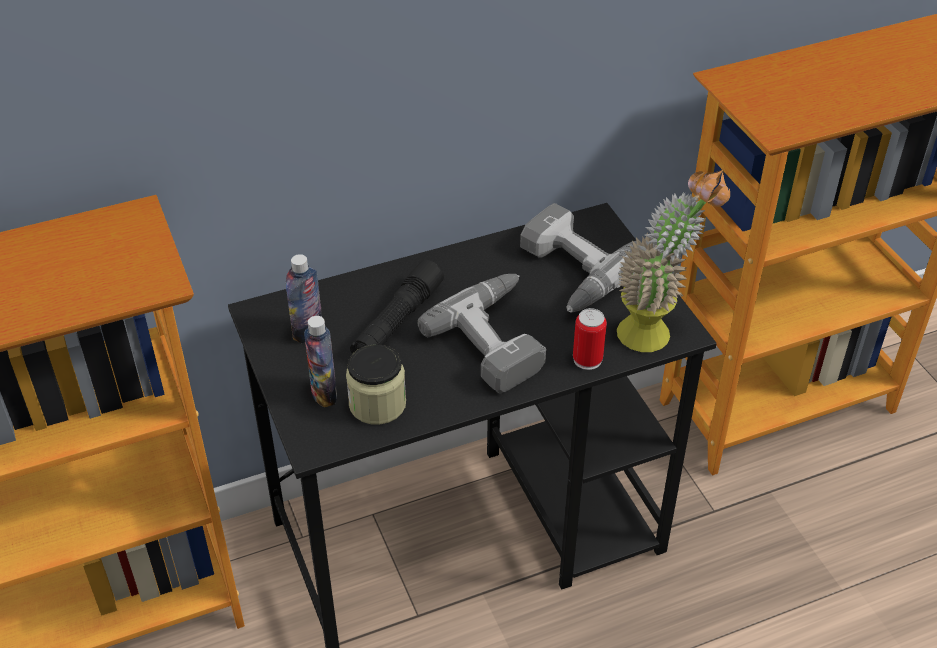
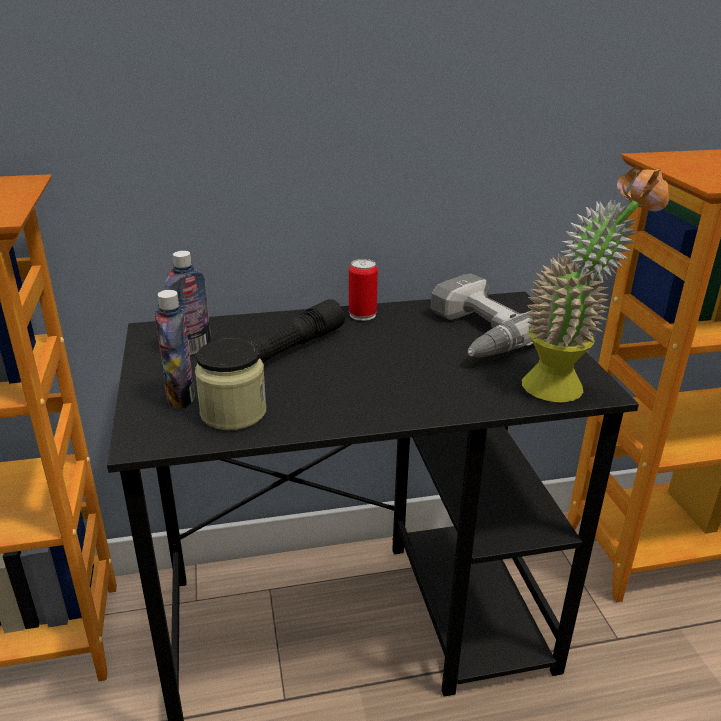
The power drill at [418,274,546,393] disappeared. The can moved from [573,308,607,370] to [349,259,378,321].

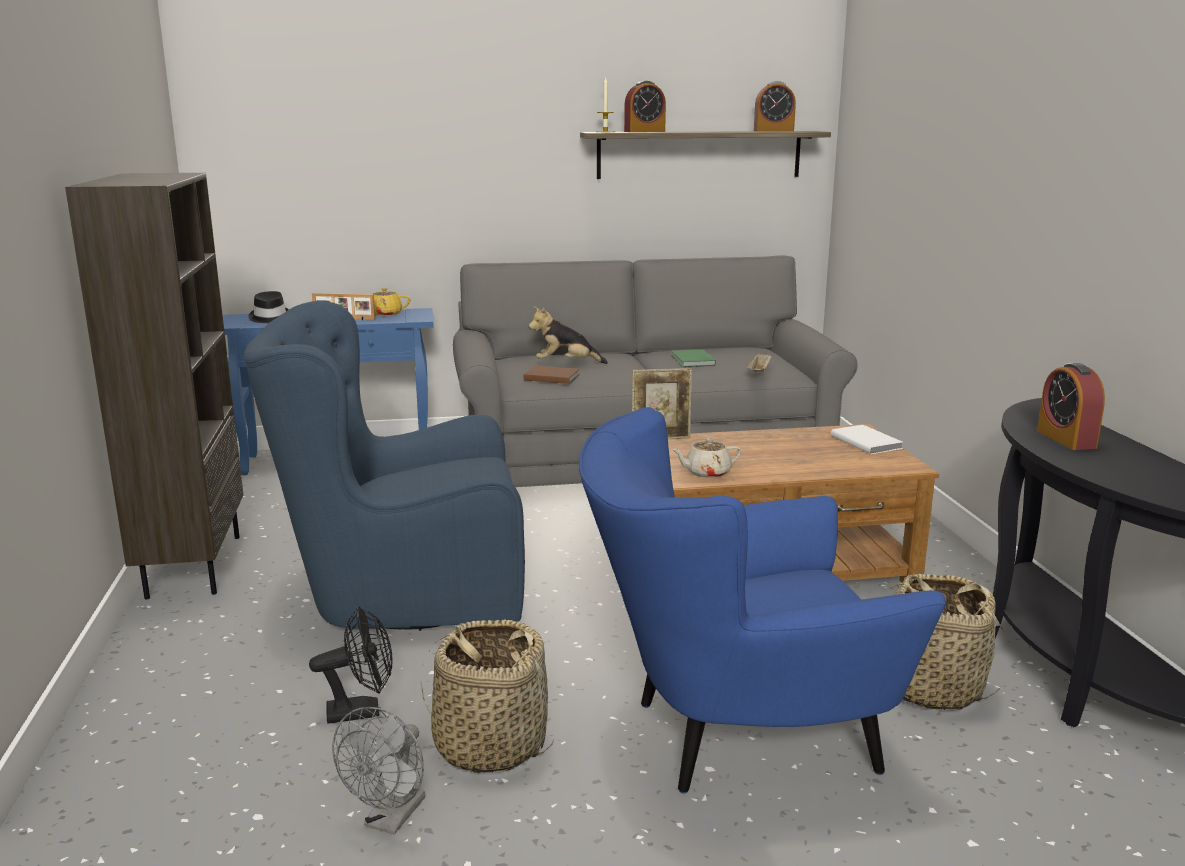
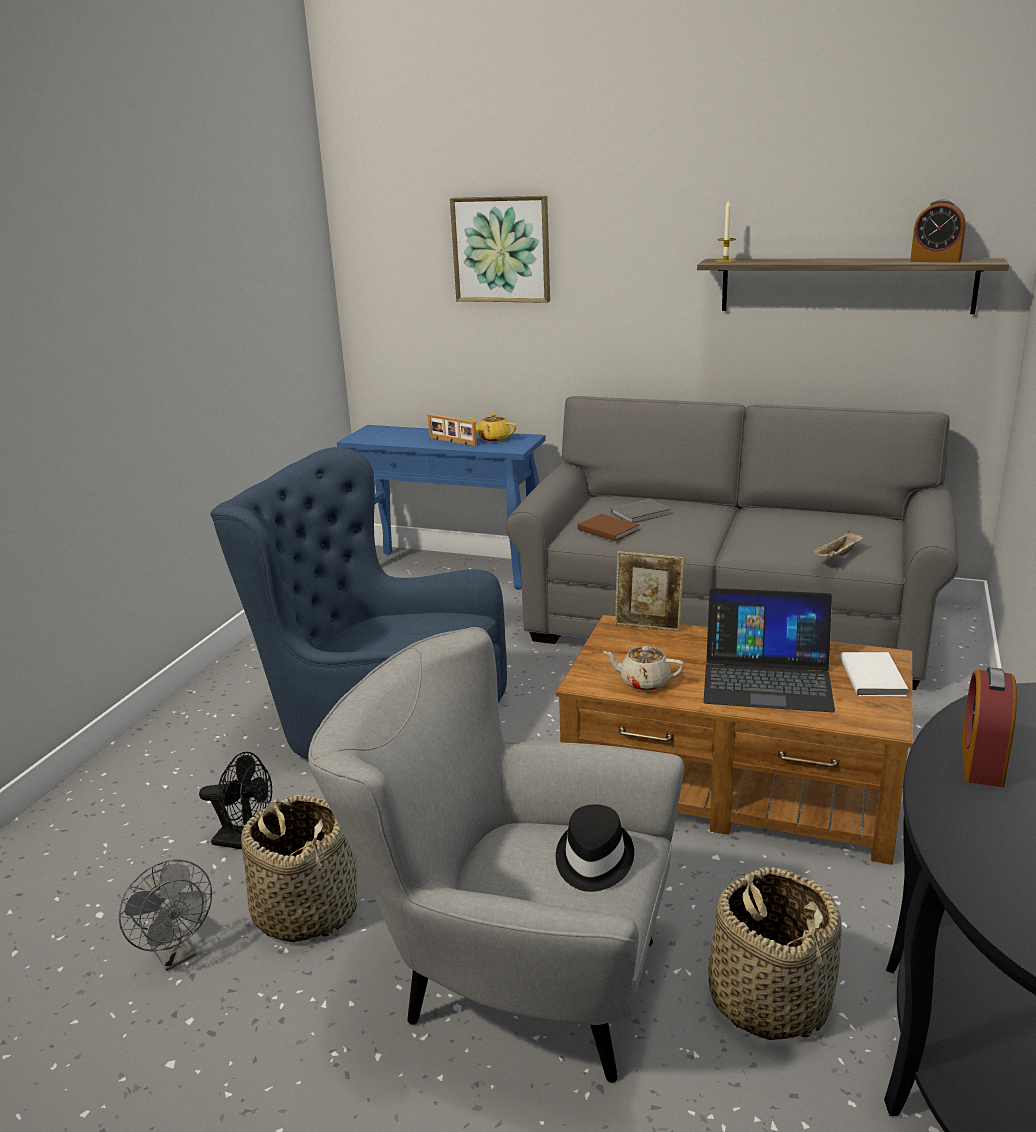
The alarm clock at [624,81,666,132] disappeared. The brown bookcase at [65,173,244,600] disappeared. The black hat moved from [249,291,289,323] to [556,804,634,892]. The plush toy at [529,307,608,364] was replaced by the grey book at [611,499,671,523]. The green book at [671,350,716,367] disappeared. The blue armchair at [579,407,946,794] became the grey armchair at [308,627,684,1083]. The grey fan at [332,707,425,835] turned 90 degrees counterclockwise. The picture at [450,196,550,303] appeared. The laptop at [704,588,835,712] appeared.

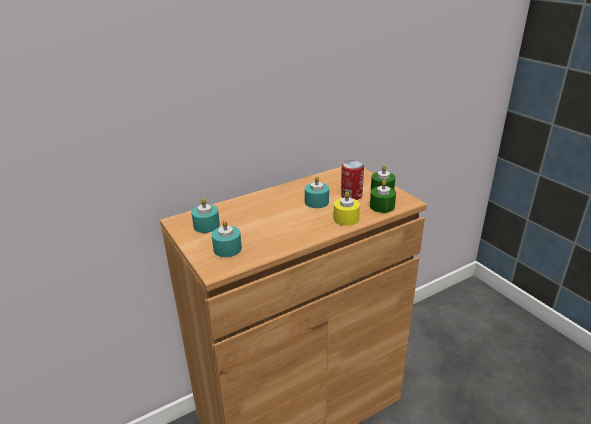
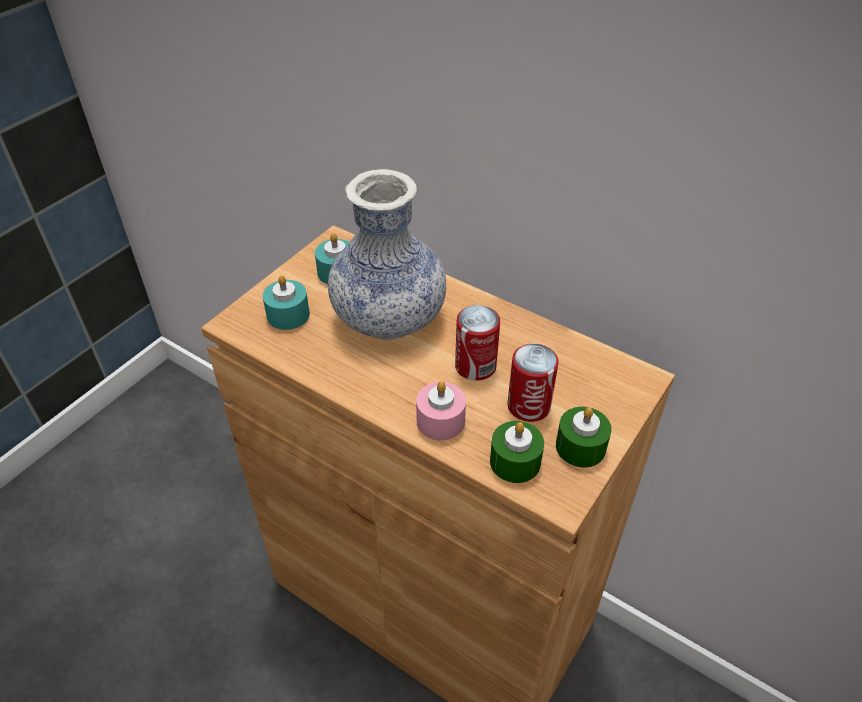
The turquoise candle at [305,176,329,208] was replaced by the can at [455,305,500,381]. The yellow candle at [333,191,360,226] became the pink candle at [416,381,466,441]. The vase at [328,169,446,340] appeared.

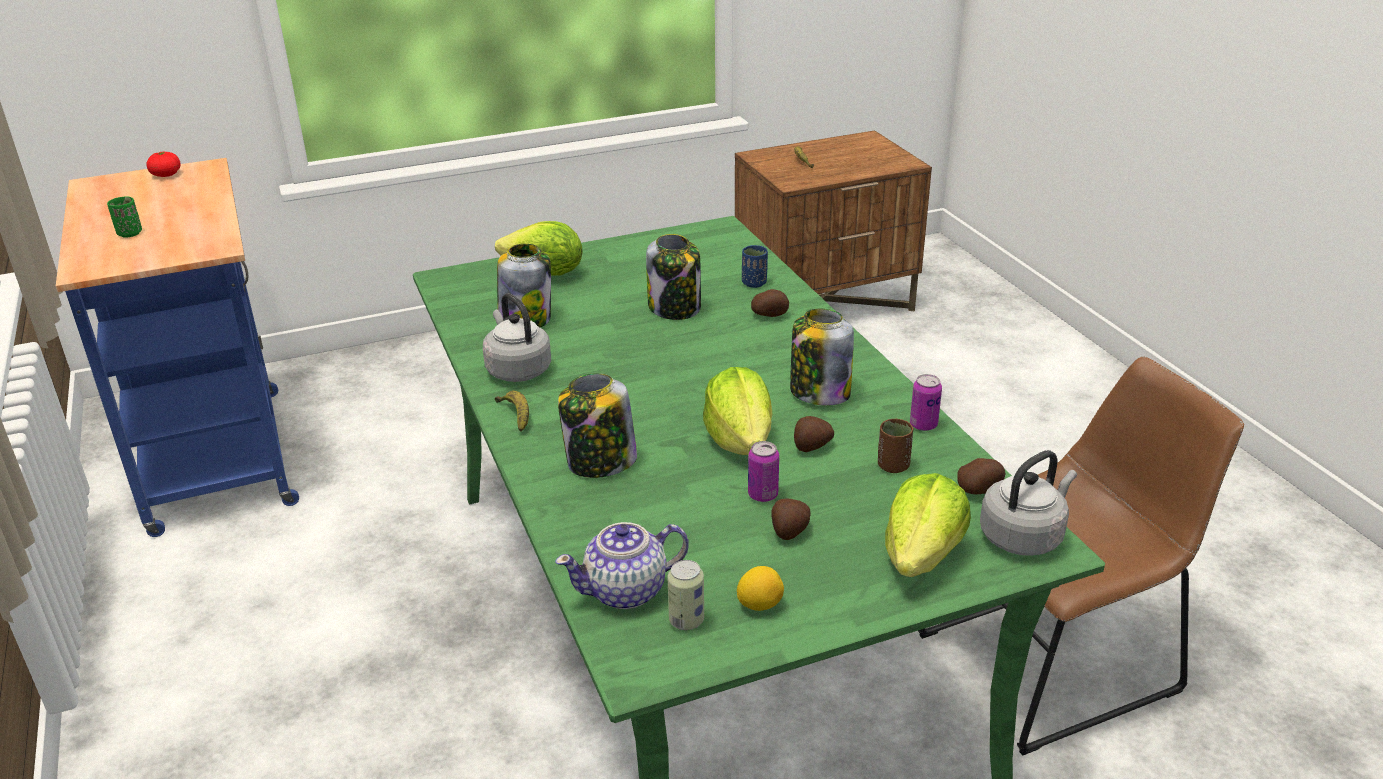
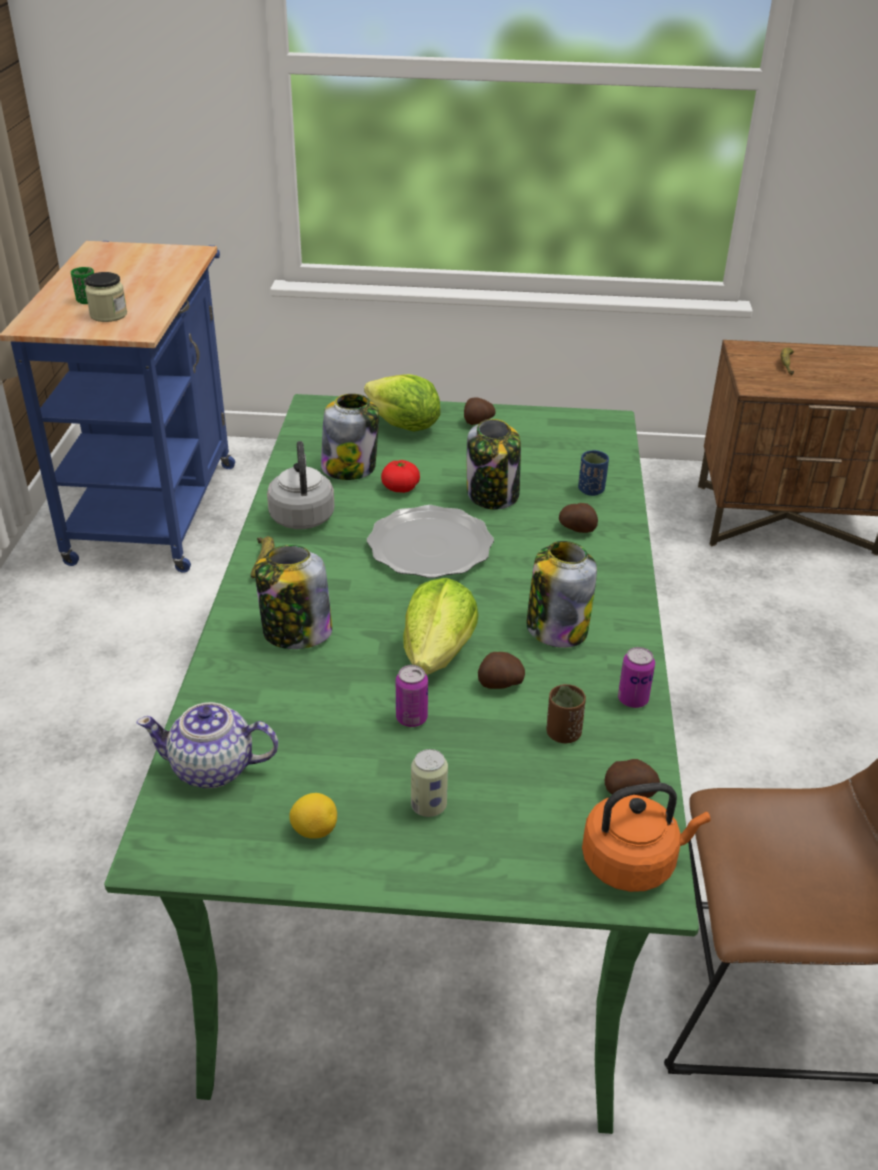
The tomato moved from [146,151,181,177] to [381,460,420,493]. The grey kettle at [980,450,1077,556] became the orange kettle at [582,782,711,892]. The lettuce at [885,473,971,577] disappeared. The potato moved from [771,498,811,540] to [464,397,495,425]. The can moved from [668,560,704,630] to [411,749,448,817]. The jar at [85,272,127,322] appeared. The plate at [367,505,494,578] appeared.

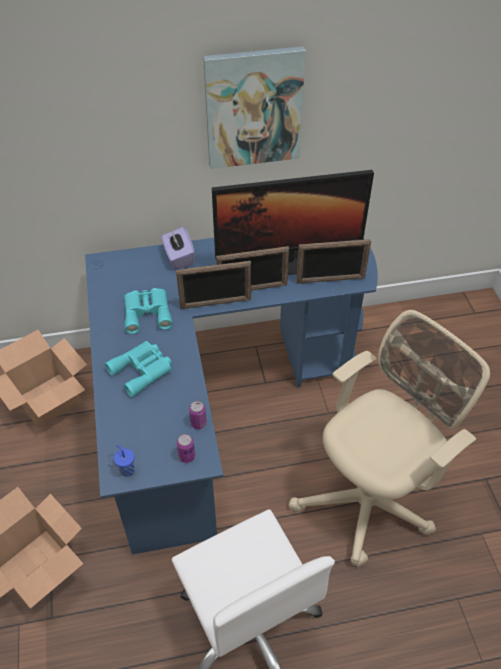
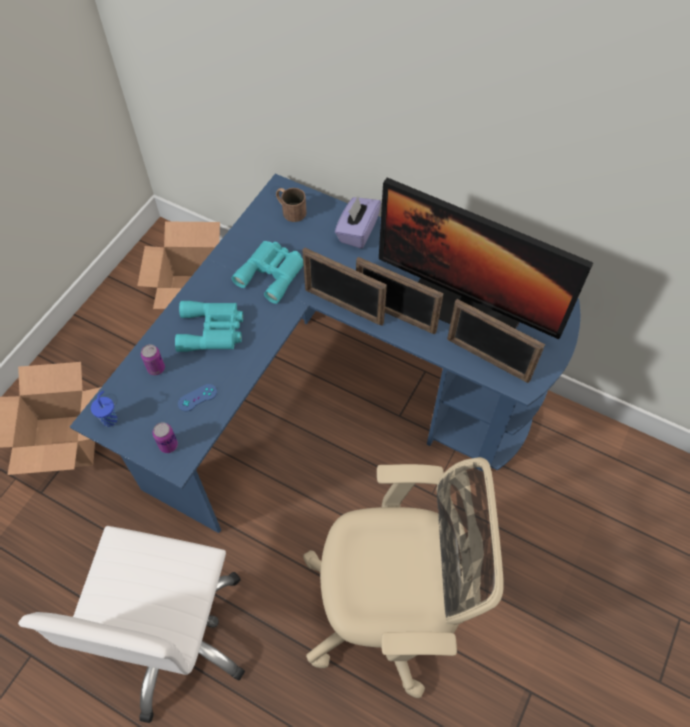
The picture at [203,46,306,169] disappeared. The can moved from [189,401,207,429] to [141,344,165,375]. The brown mug at [276,188,307,222] appeared. The blue game controller at [178,384,217,411] appeared.

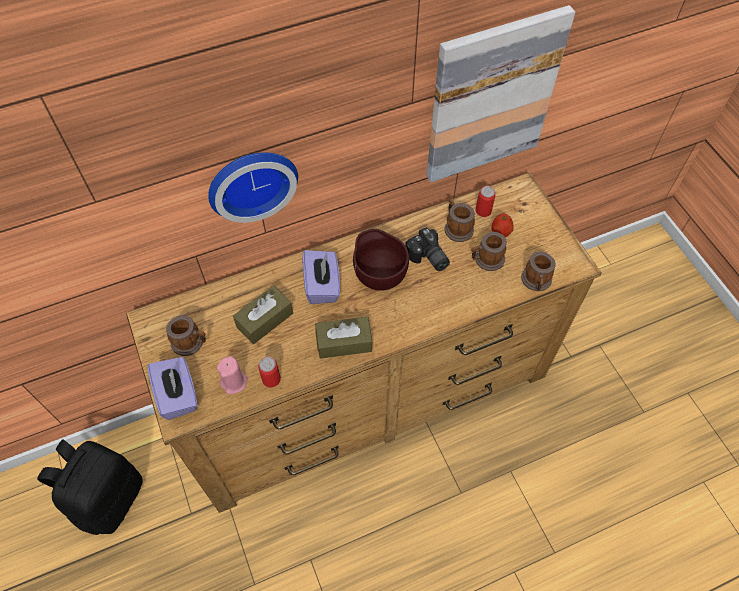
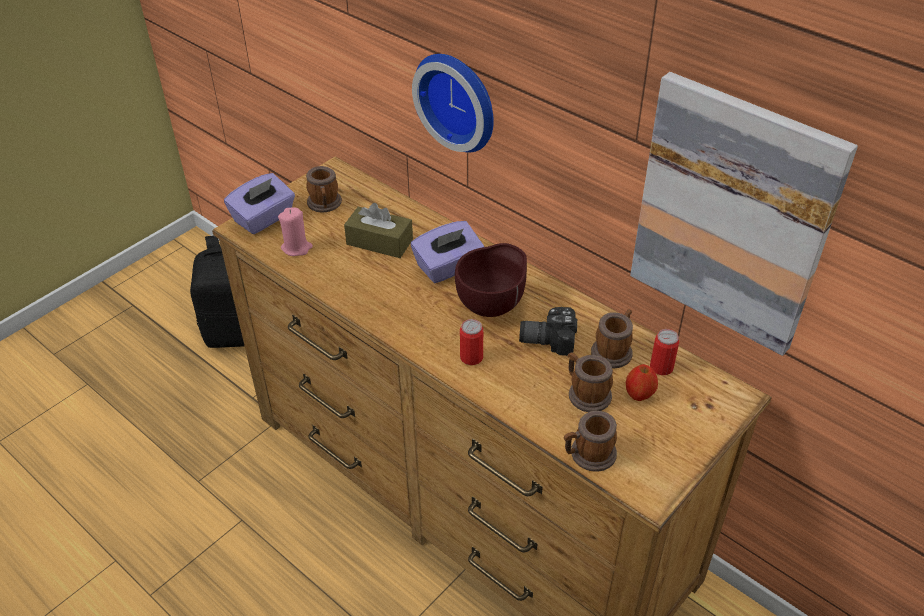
The photo camera at [405,227,450,271] turned 60 degrees clockwise. The brown tissue box at [315,317,372,359] disappeared. The can moved from [258,357,281,388] to [460,319,483,365].

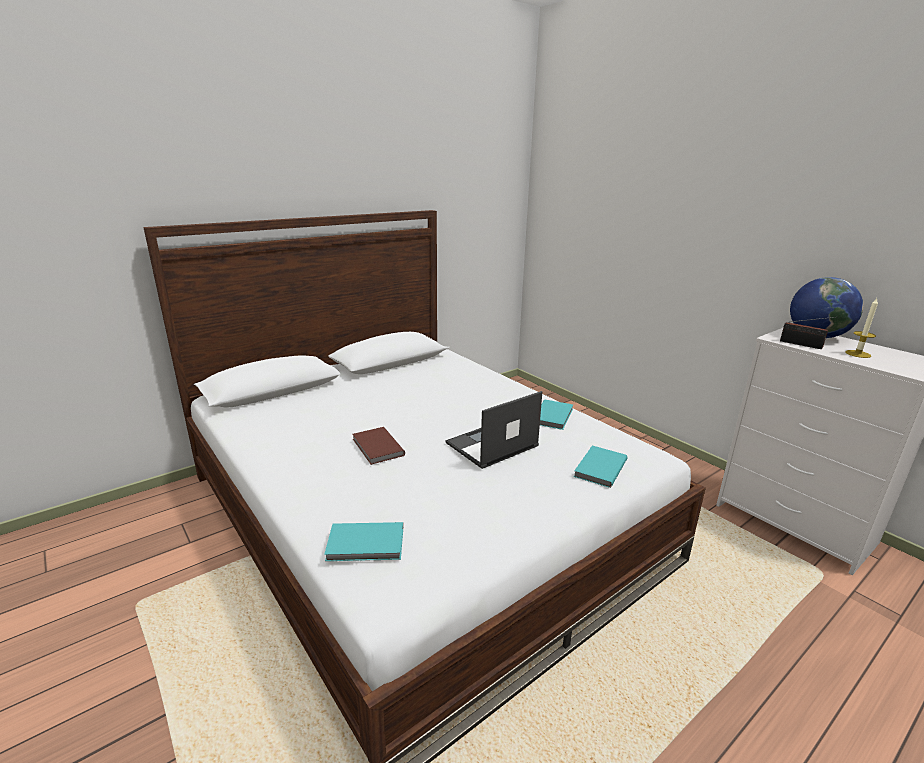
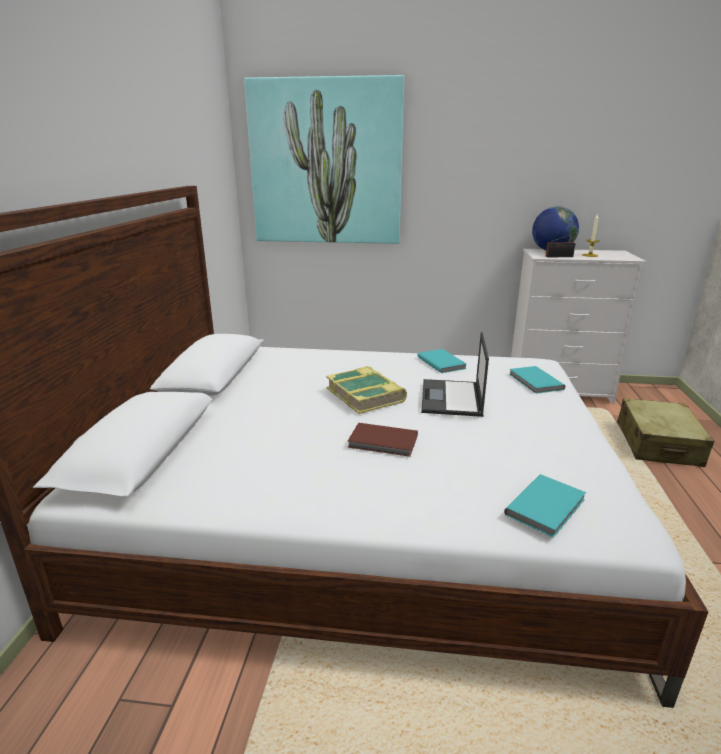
The picture at [244,75,404,244] appeared. The book at [326,366,407,414] appeared. The beige suitcase at [617,398,714,467] appeared.

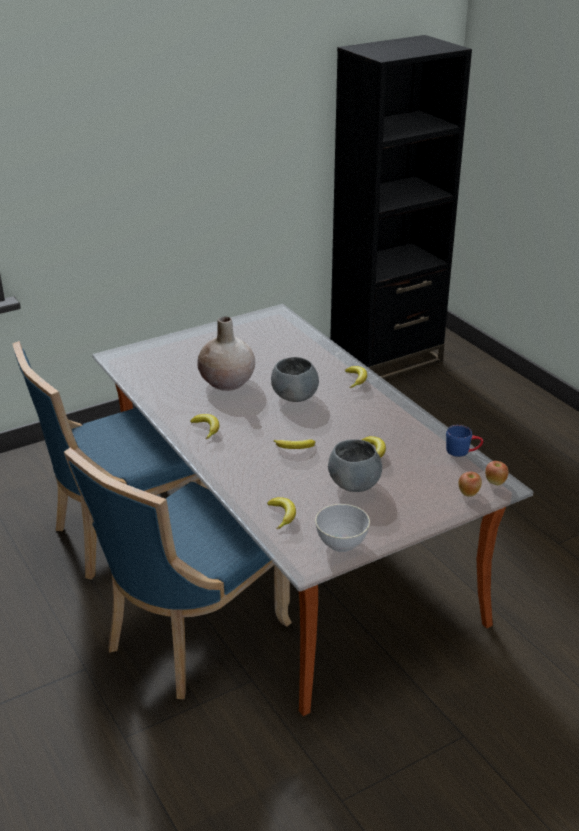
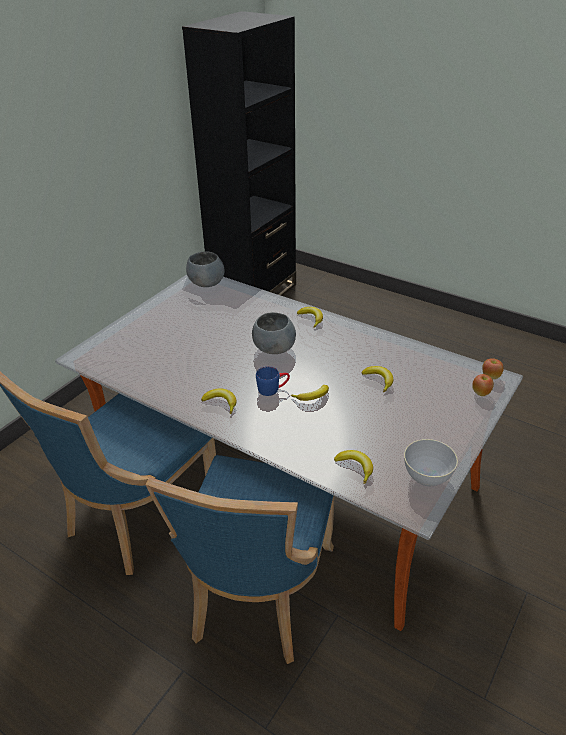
The beige vase at [197,316,255,391] disappeared. The blue mug moved from [446,425,483,457] to [256,366,290,396]. The grey bowl moved from [328,439,382,492] to [186,251,225,287].

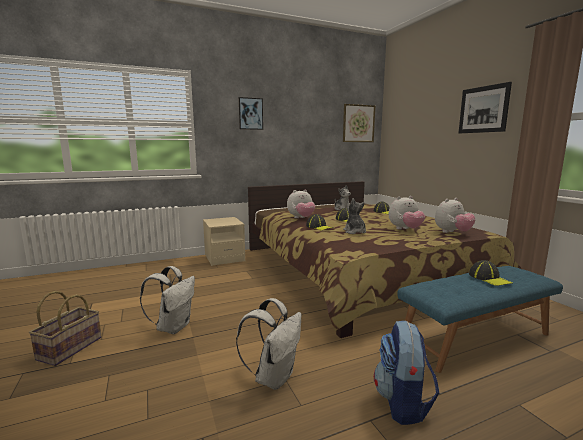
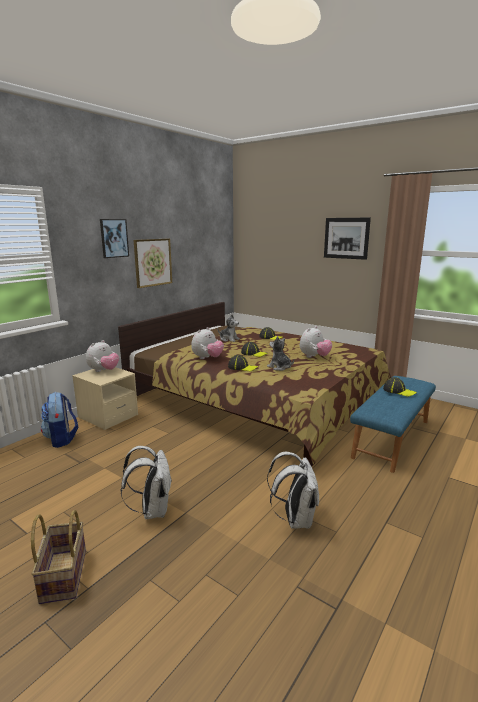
The picture moved from [343,104,375,142] to [134,239,172,288]. The plush toy moved from [435,198,476,233] to [86,340,119,372]. The backpack moved from [374,320,439,425] to [41,392,78,448].

